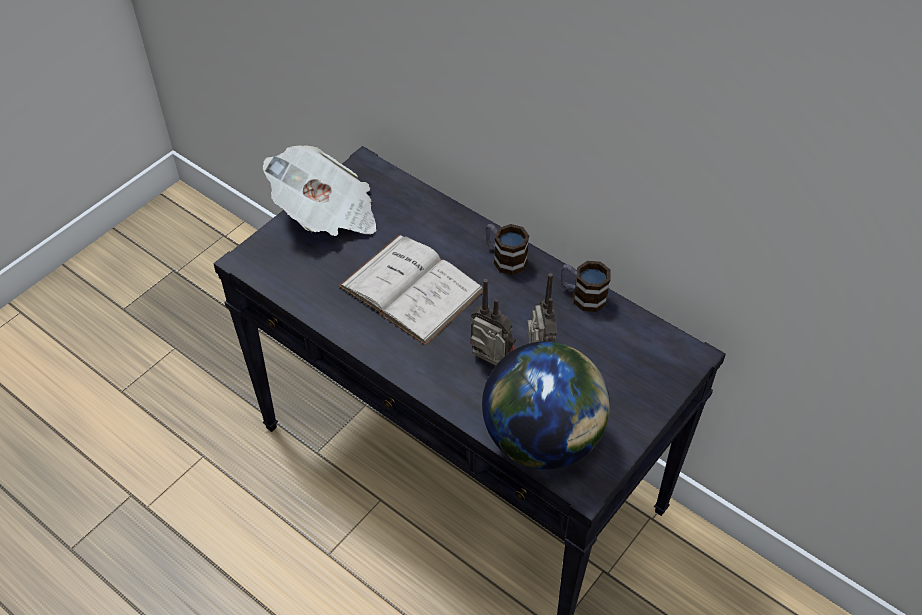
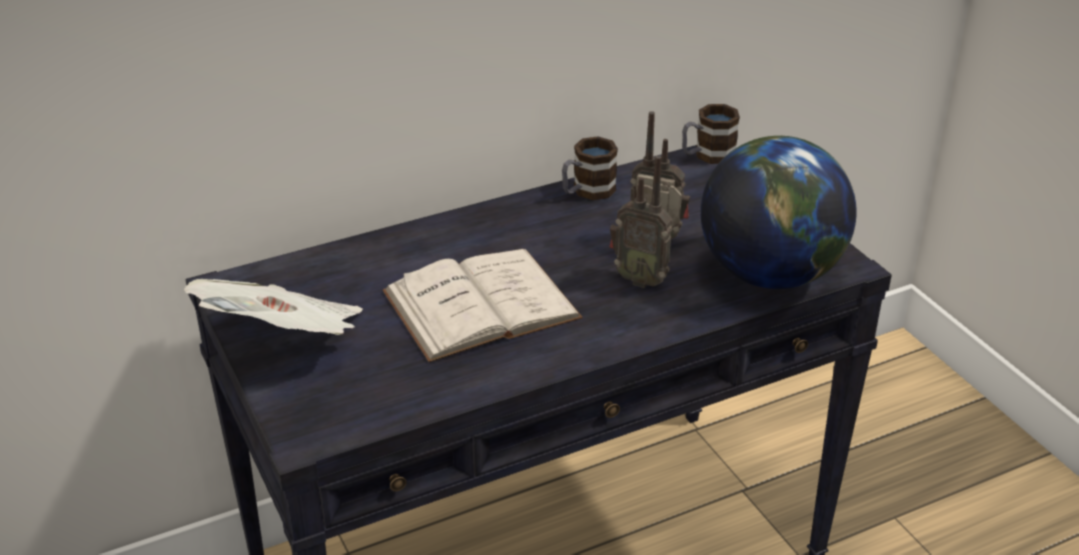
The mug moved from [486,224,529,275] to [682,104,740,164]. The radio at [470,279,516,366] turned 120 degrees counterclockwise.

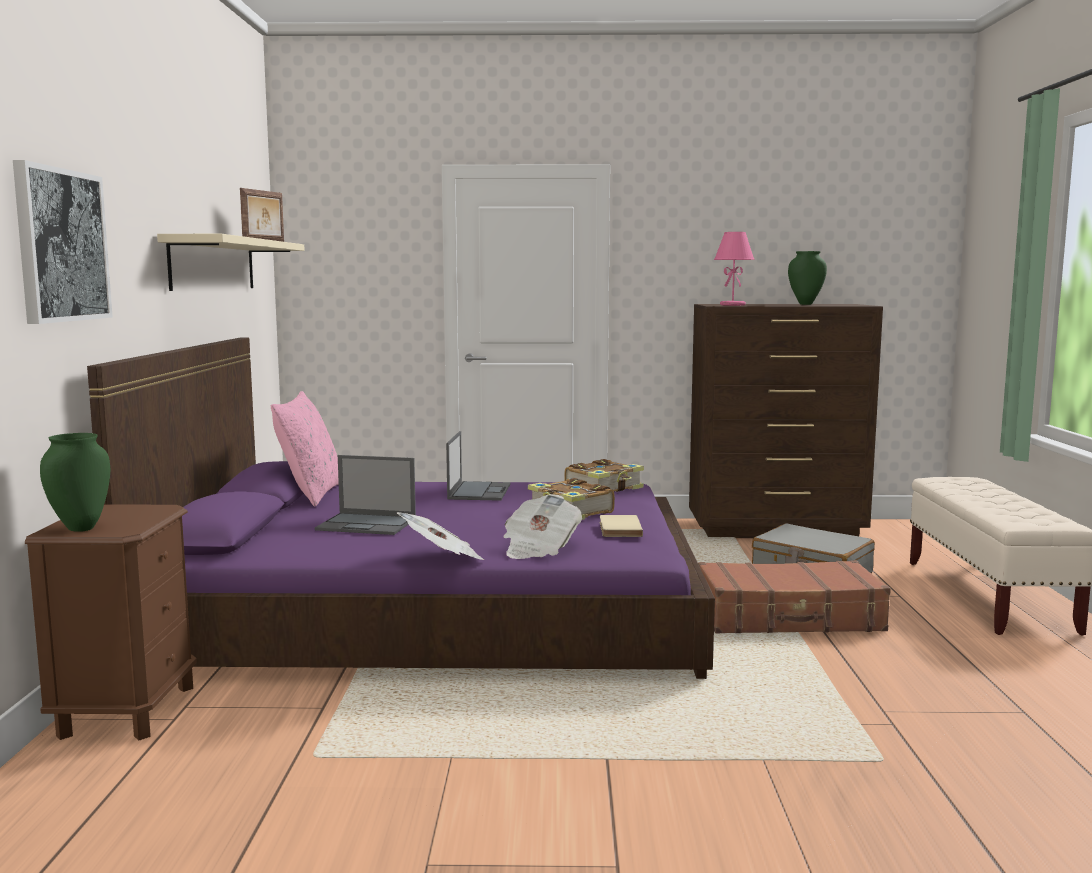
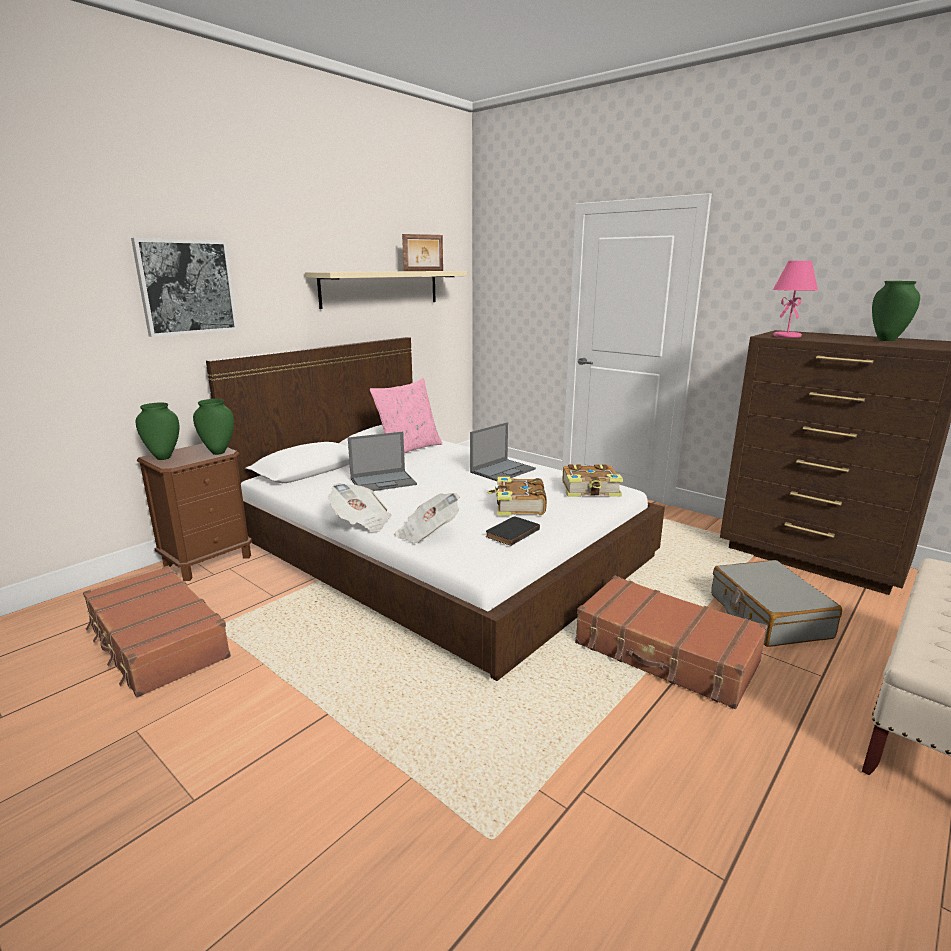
The purple bed at [87,338,715,679] became the white bed at [206,337,665,681]. The laptop at [315,455,416,535] turned 75 degrees counterclockwise. The beige book at [600,515,643,537] became the black book at [486,517,540,546]. The green vase at [193,399,234,455] appeared. The brown suitcase at [83,565,231,698] appeared.

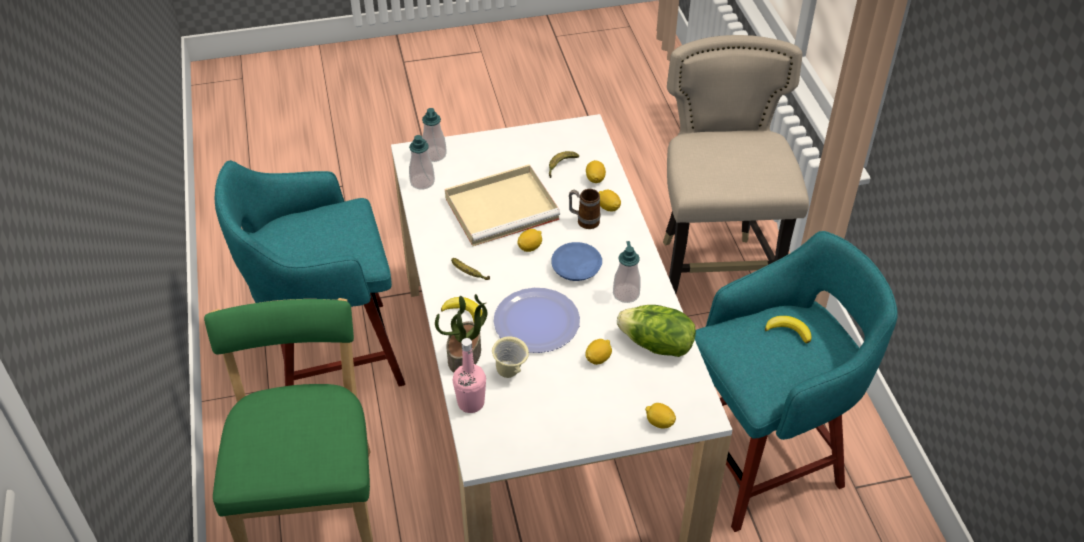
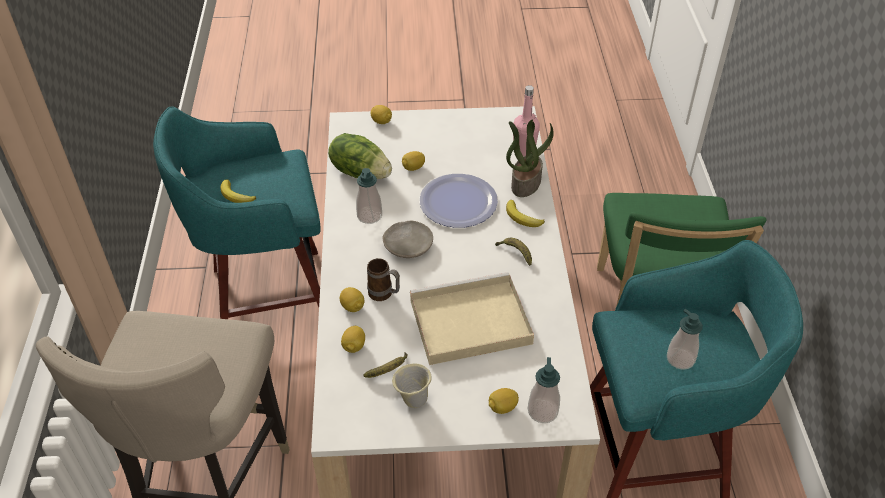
The soap dispenser moved from [409,135,435,190] to [667,309,703,370]. The lemon moved from [518,229,542,252] to [489,388,519,414]. The blue plate at [551,242,602,281] became the beige plate at [383,221,433,258]. The beige mug moved from [492,336,529,378] to [392,363,432,408].

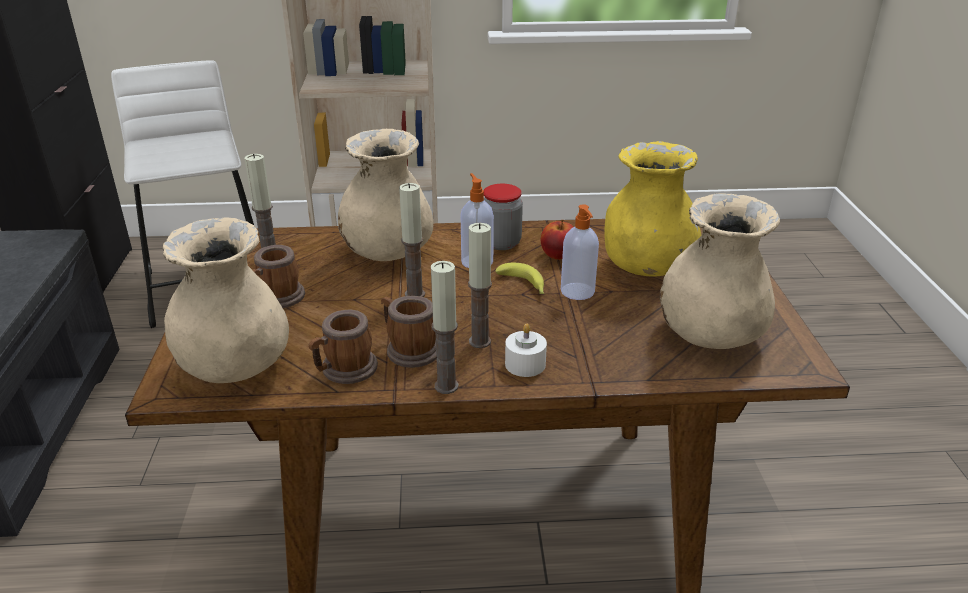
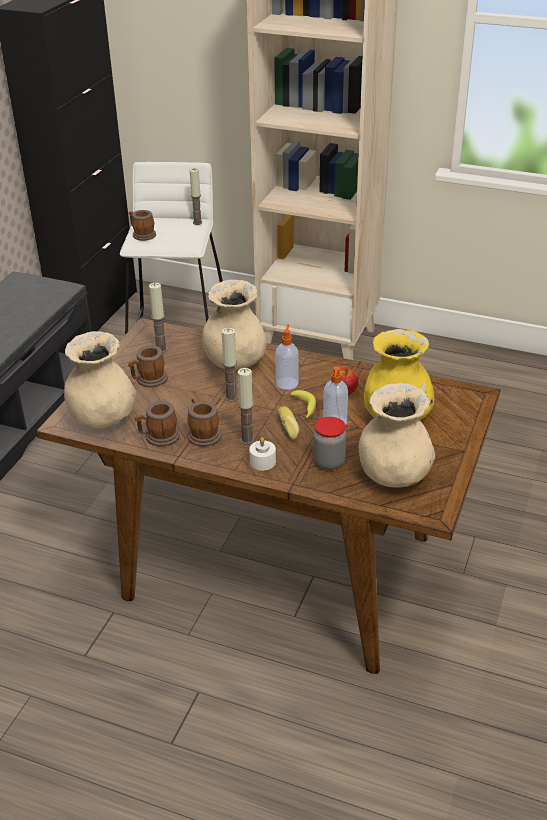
The jar moved from [484,184,523,250] to [313,417,346,470]. The candle moved from [431,261,459,394] to [190,168,203,225]. The mug at [129,210,156,241] appeared. The bread at [278,406,299,440] appeared.

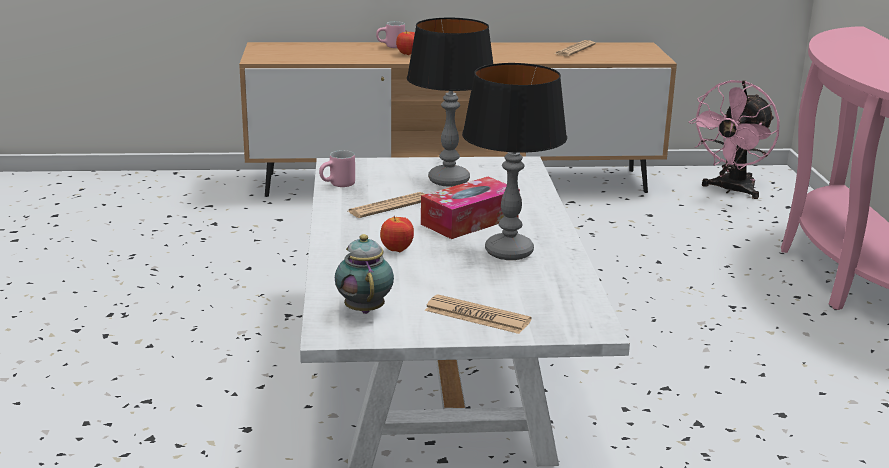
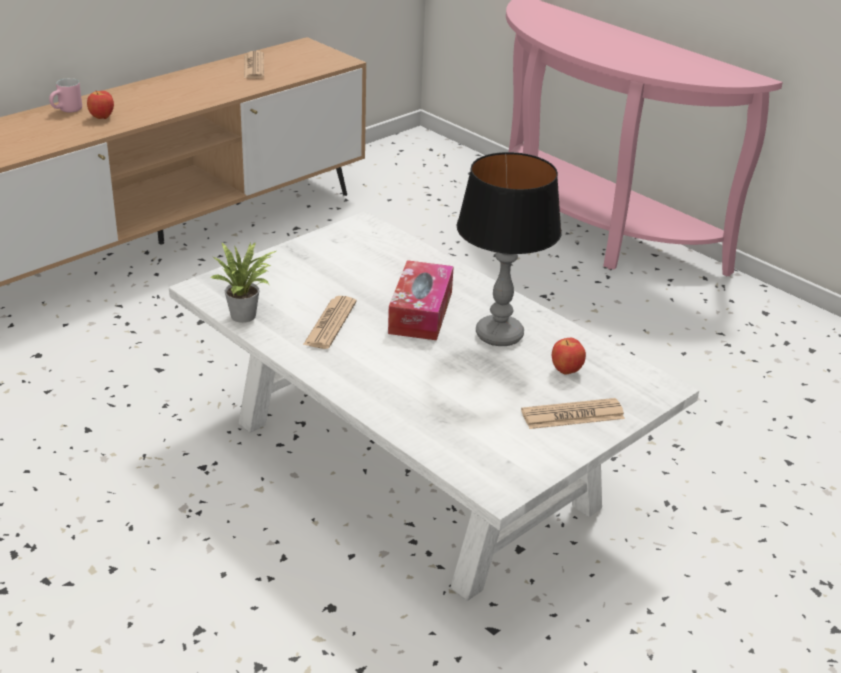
The table lamp at [407,18,493,187] disappeared. The pink fan at [689,80,780,199] disappeared. The pink mug at [319,150,355,187] was replaced by the potted plant at [210,242,276,323]. The apple moved from [380,216,414,252] to [552,338,586,375]. The teapot at [335,234,394,314] disappeared.

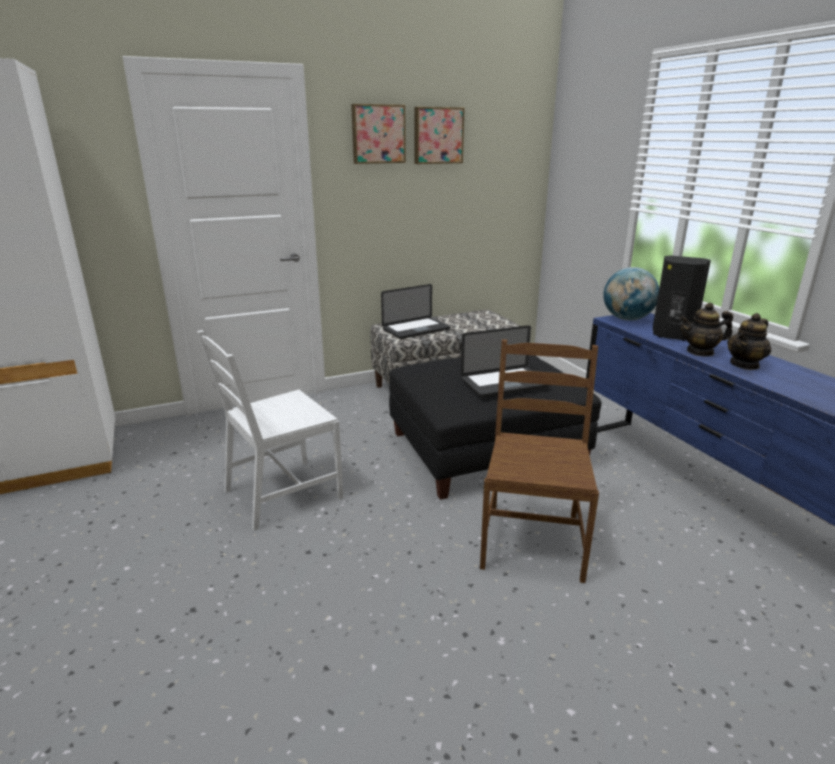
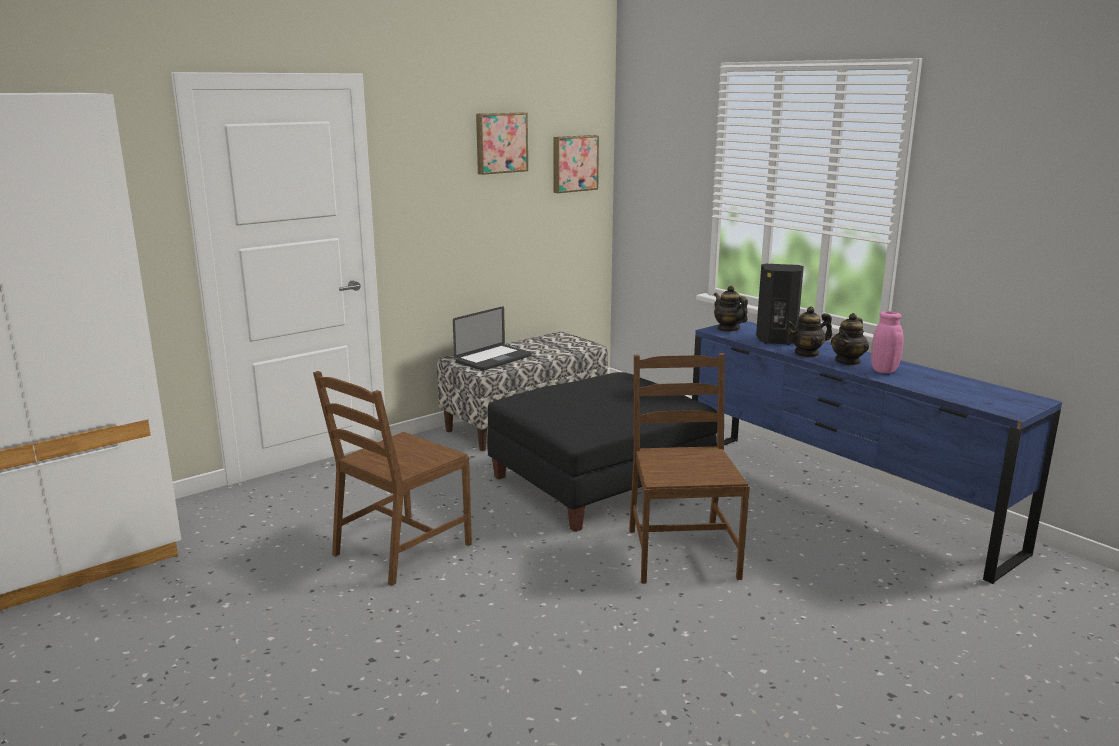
The picture moved from [351,104,406,164] to [553,135,599,193]. The globe at [603,267,659,321] was replaced by the teapot at [714,286,748,332]. The laptop at [461,325,550,398] disappeared. The white chair at [197,330,343,531] became the brown chair at [313,371,472,586]. The pink vase at [871,311,904,373] appeared.

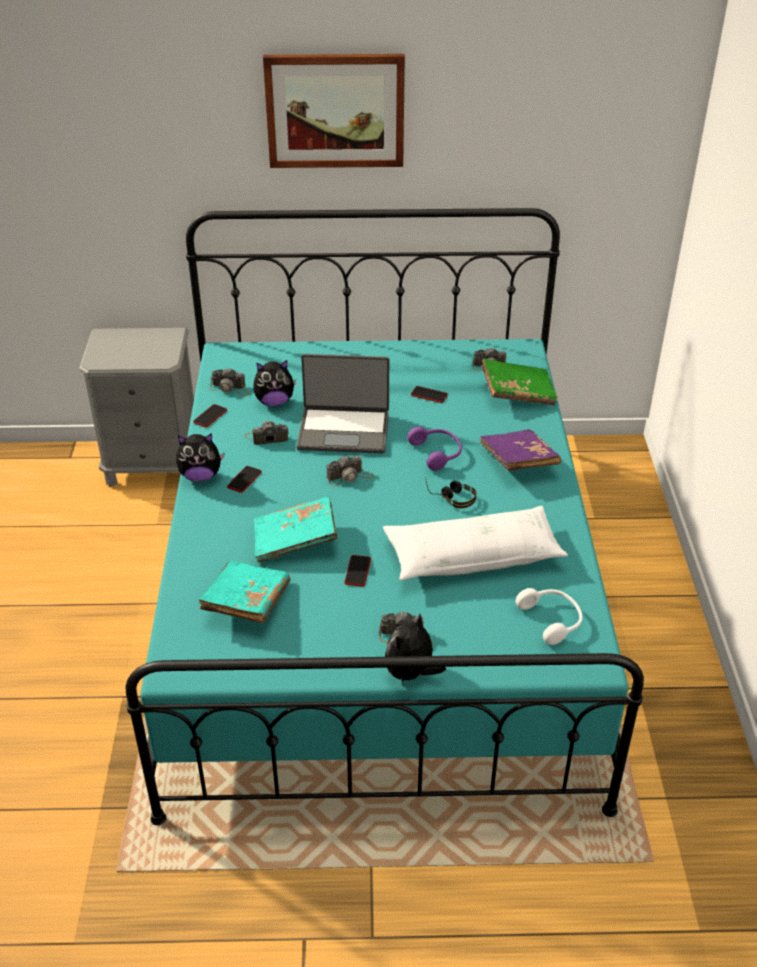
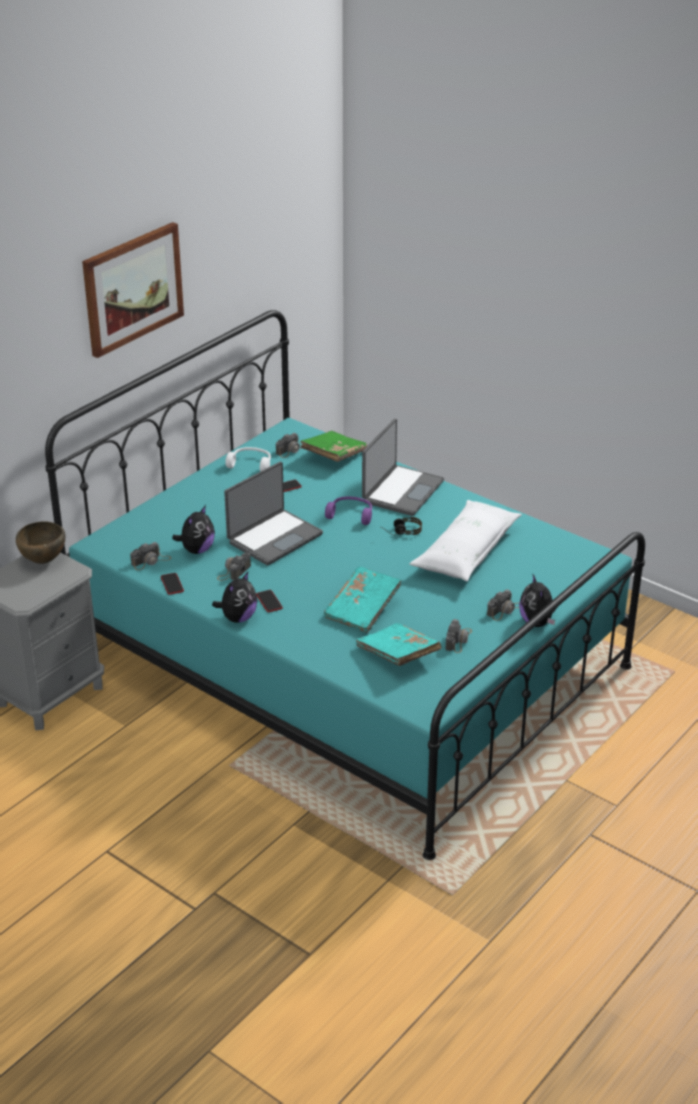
The purple book at [479,429,561,471] was replaced by the laptop at [362,419,444,516]. The photo camera moved from [327,455,374,486] to [445,619,472,653]. The phone at [344,555,371,586] disappeared. The white headphones moved from [516,588,583,645] to [225,447,271,472]. The brown bowl at [16,521,65,564] appeared.

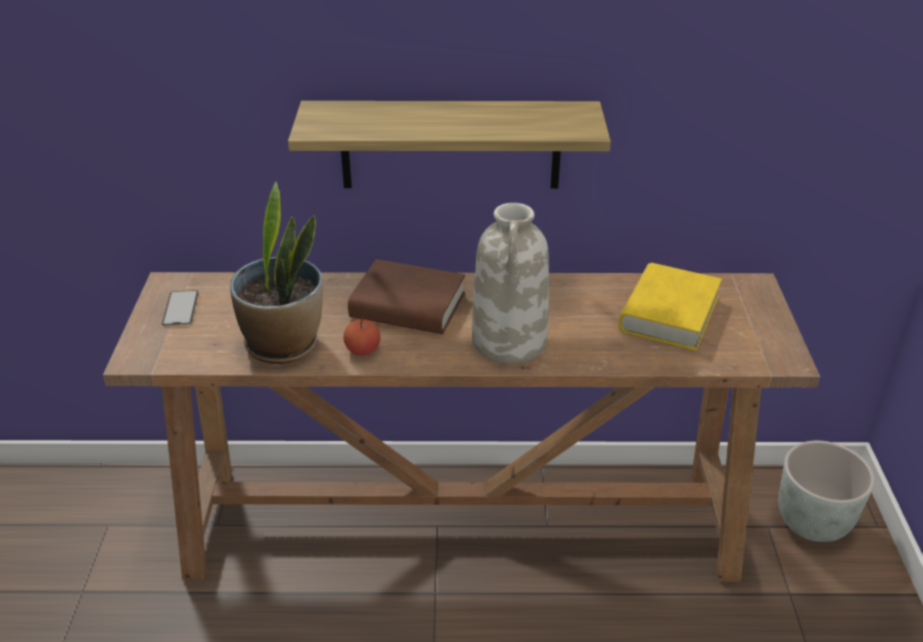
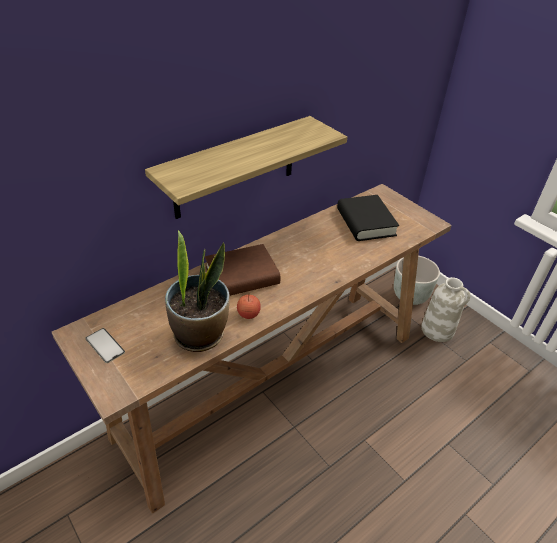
The white vase moved from [472,203,549,364] to [421,277,470,342]. The yellow book at [619,263,722,351] became the black book at [337,195,399,241].

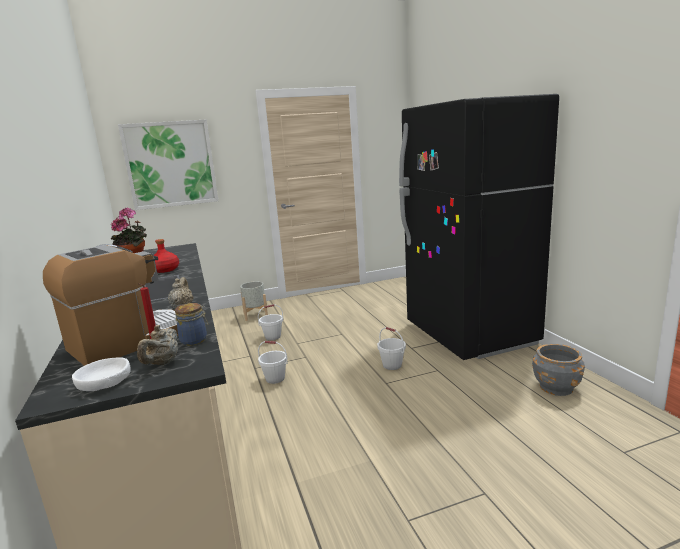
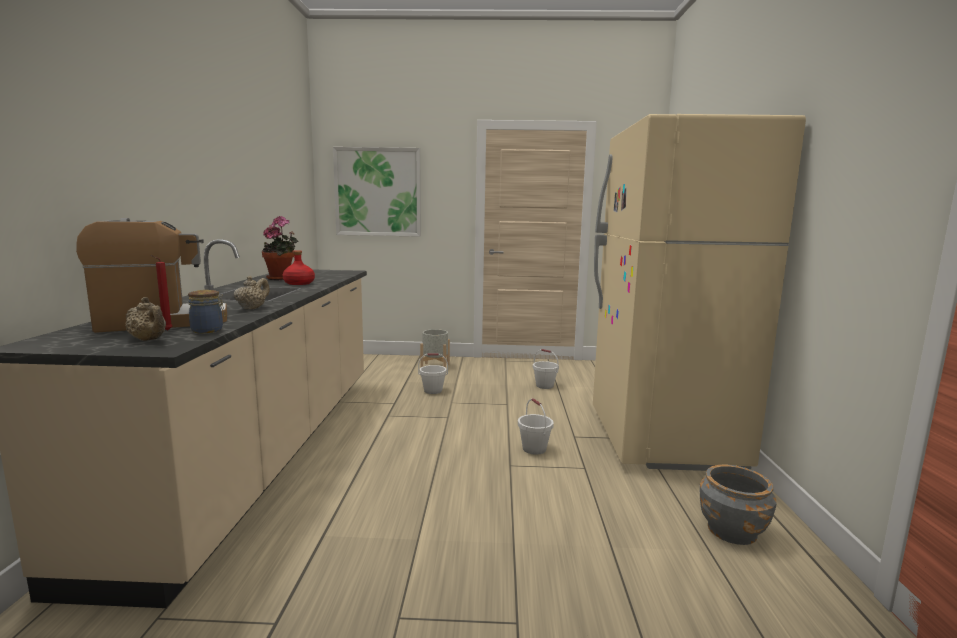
The black fridge at [399,94,559,360] became the beige fridge at [593,114,806,471]. The beige teapot at [137,325,178,365] turned 90 degrees counterclockwise. The white bucket moved from [258,341,288,384] to [533,349,559,389]. The white bowl at [72,357,131,391] disappeared.

